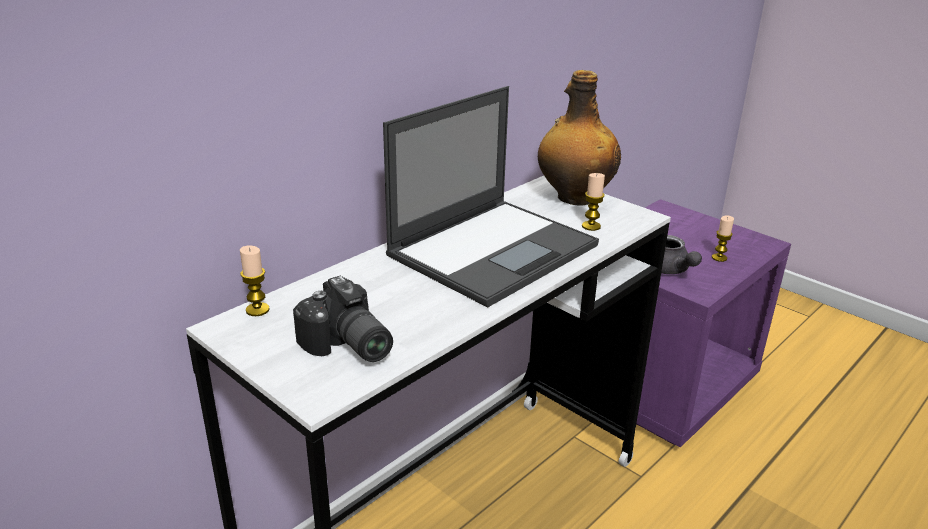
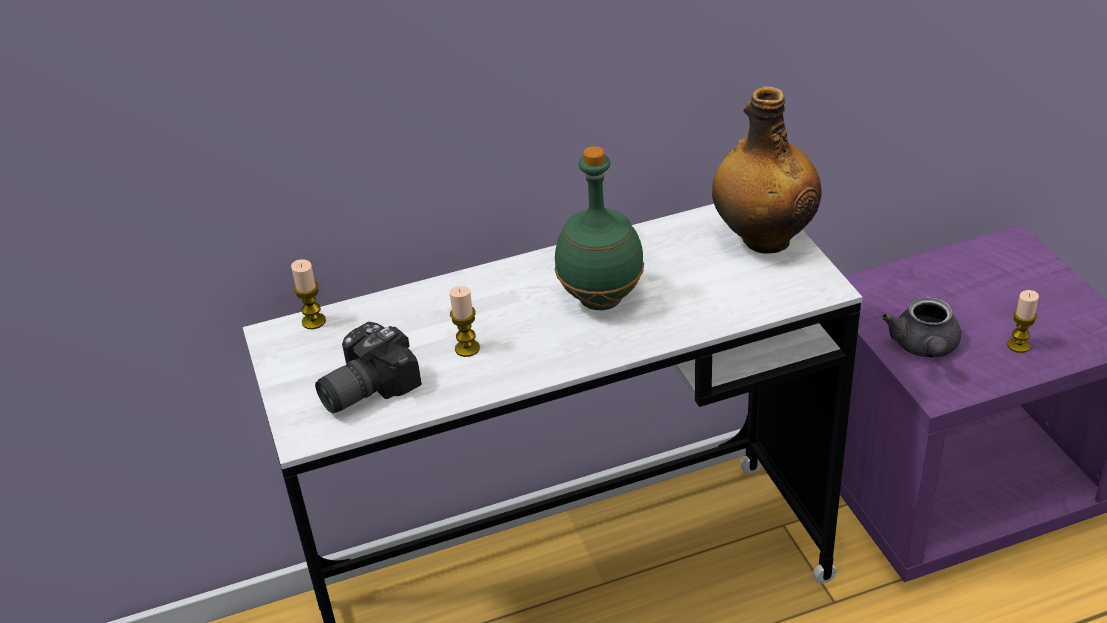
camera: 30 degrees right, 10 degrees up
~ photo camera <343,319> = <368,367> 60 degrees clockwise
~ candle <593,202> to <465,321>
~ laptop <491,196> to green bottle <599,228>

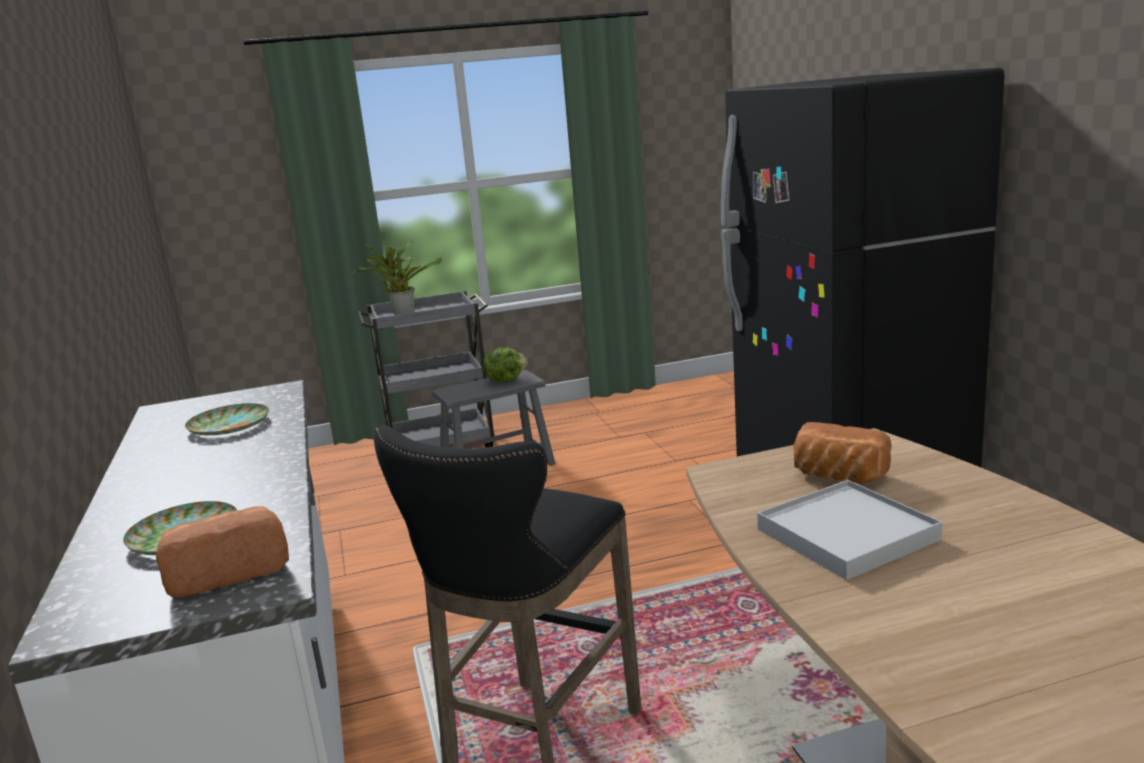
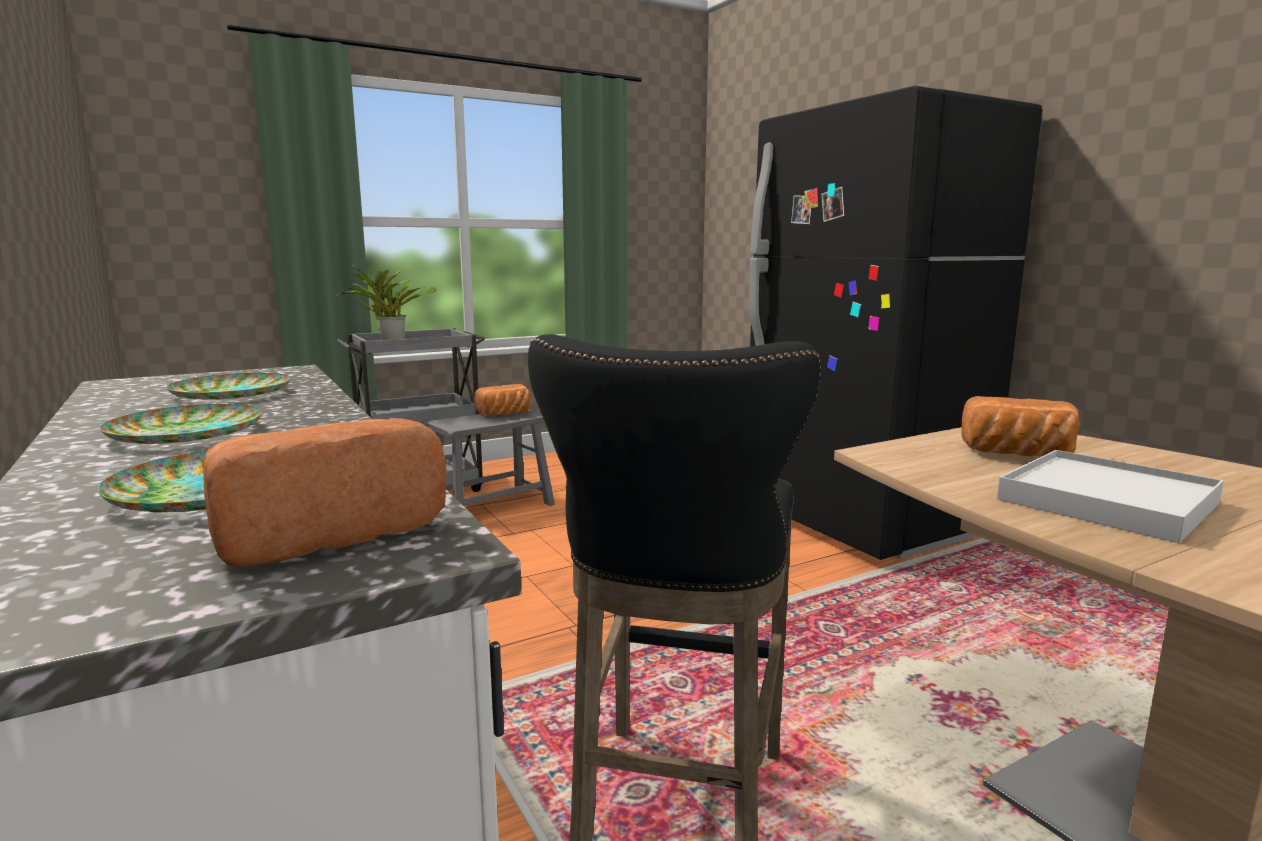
camera: 15 degrees left, 5 degrees down
+ plate <181,424>
~ lettuce <505,364> to bread <502,400>

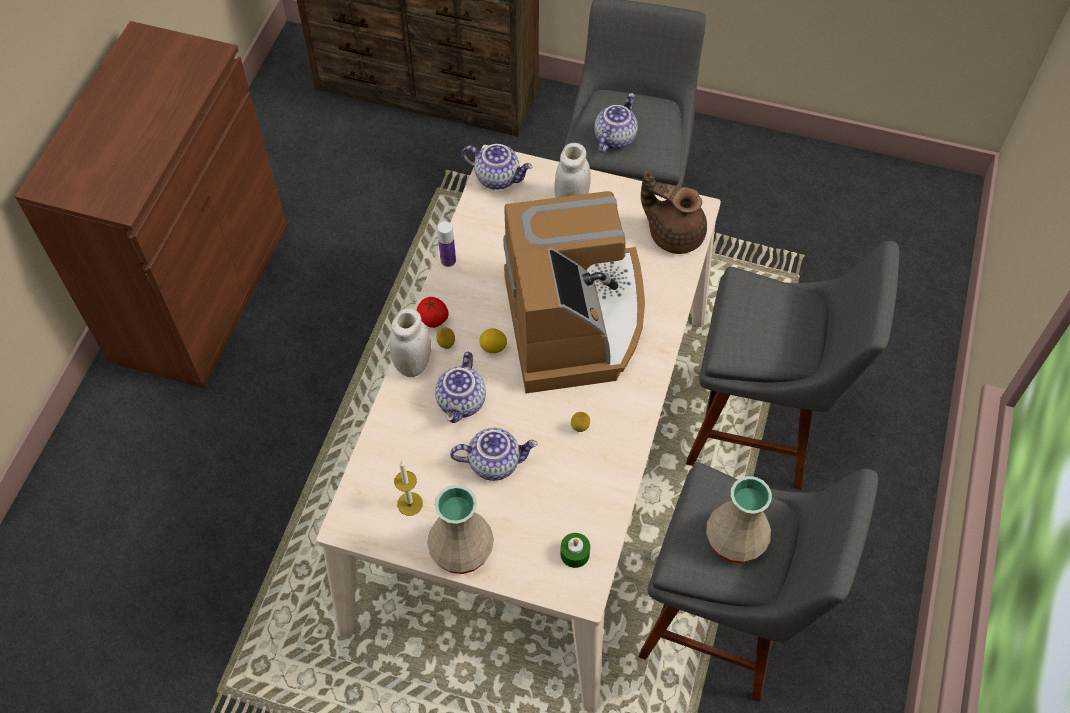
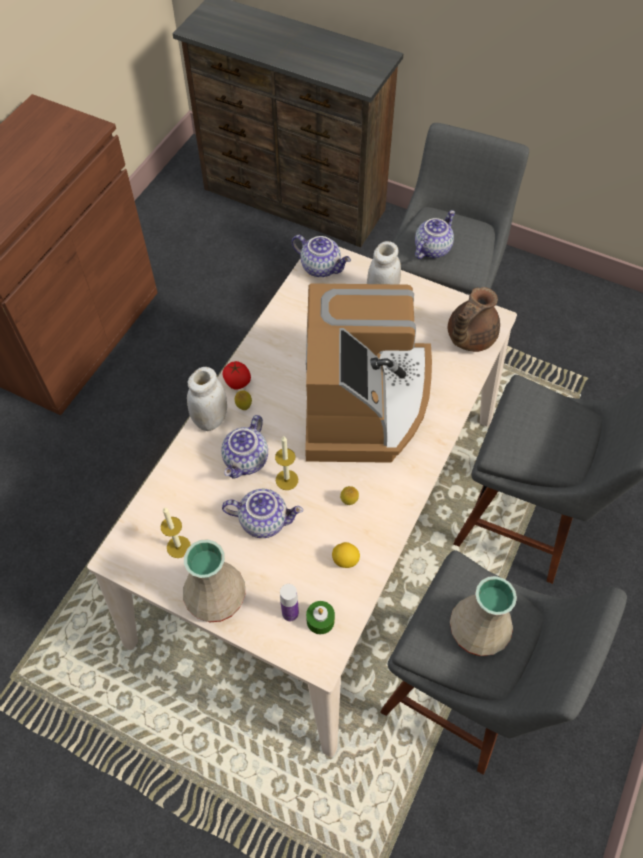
camera: 10 degrees right, 0 degrees up
+ candle <286,463>
~ bottle <446,244> to <289,602>
~ lemon <493,340> to <346,555>
~ brown teapot <674,212> = <474,319> 90 degrees counterclockwise

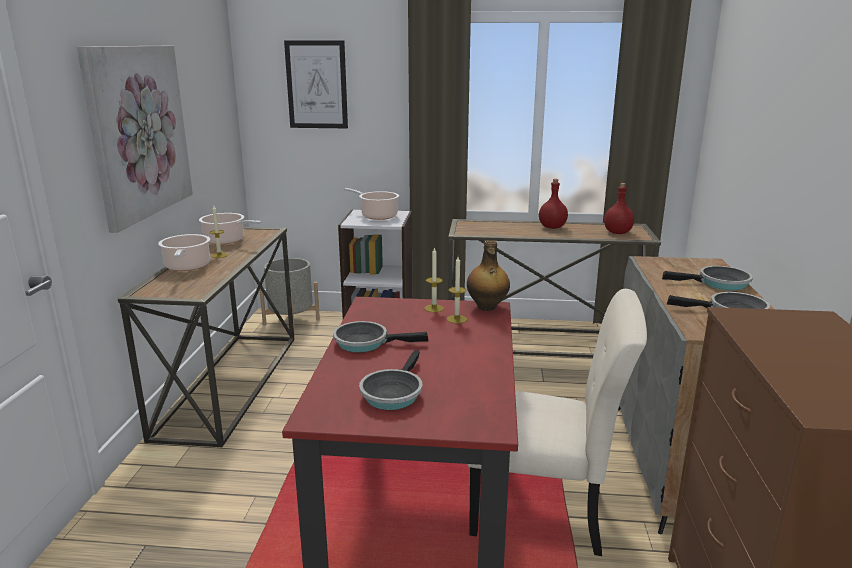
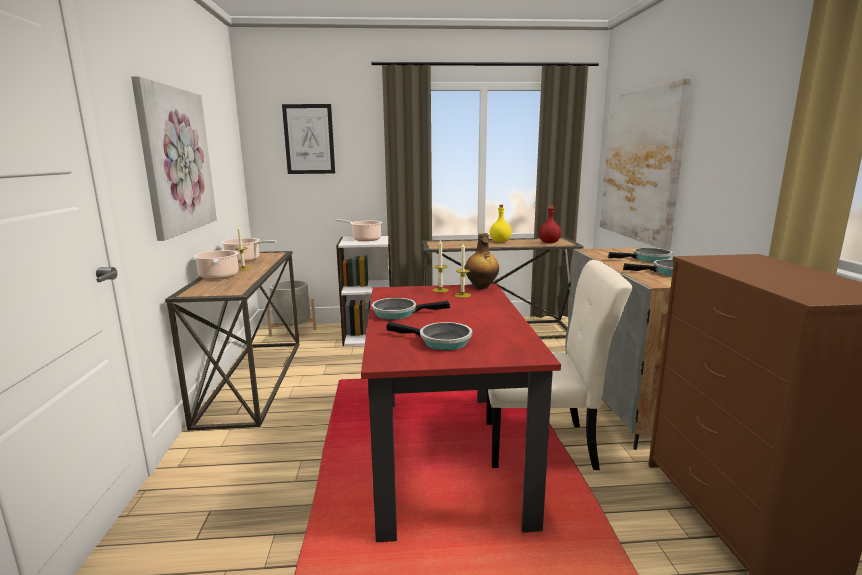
camera: 10 degrees left, 5 degrees down
~ frying pan <390,380> = <429,336> 75 degrees counterclockwise
~ red bottle <553,204> to yellow bottle <501,223>
+ picture <646,164>

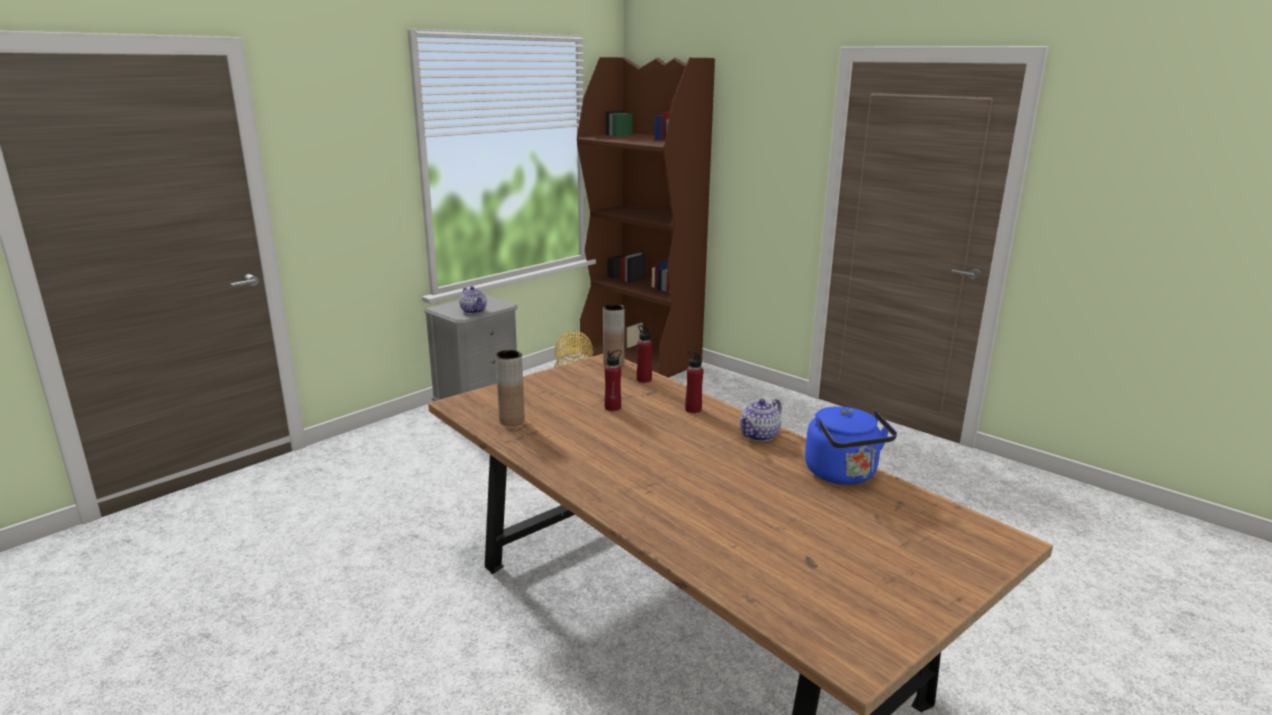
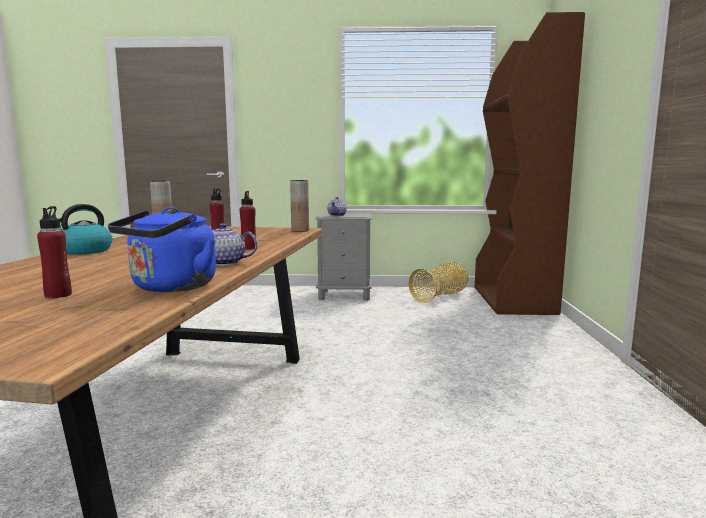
camera: 50 degrees right, 10 degrees down
~ red bottle <645,354> to <54,252>
+ kettle <86,229>

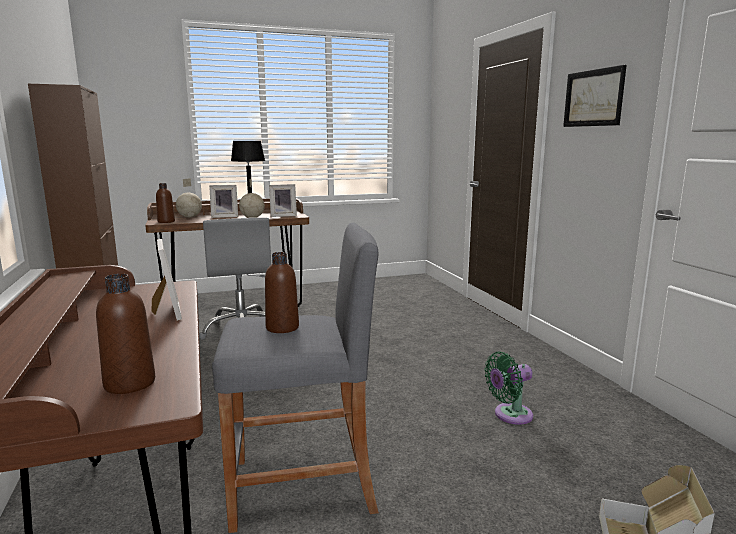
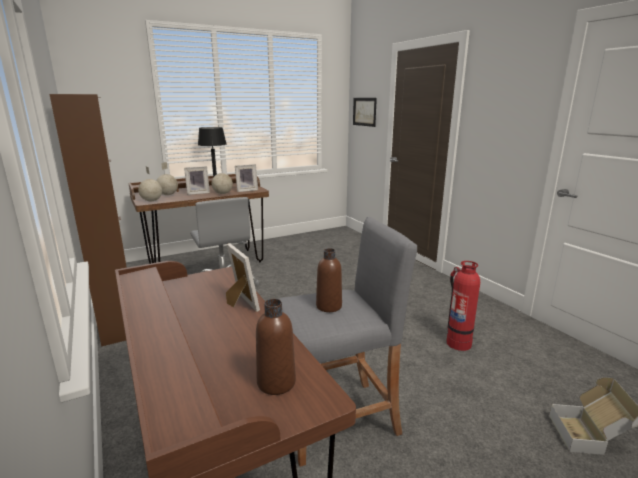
camera: 10 degrees left, 5 degrees up
~ brown bottle <165,203> to globe <150,183>
~ picture <595,96> to <365,112>
~ green fan <509,388> to fire extinguisher <463,306>

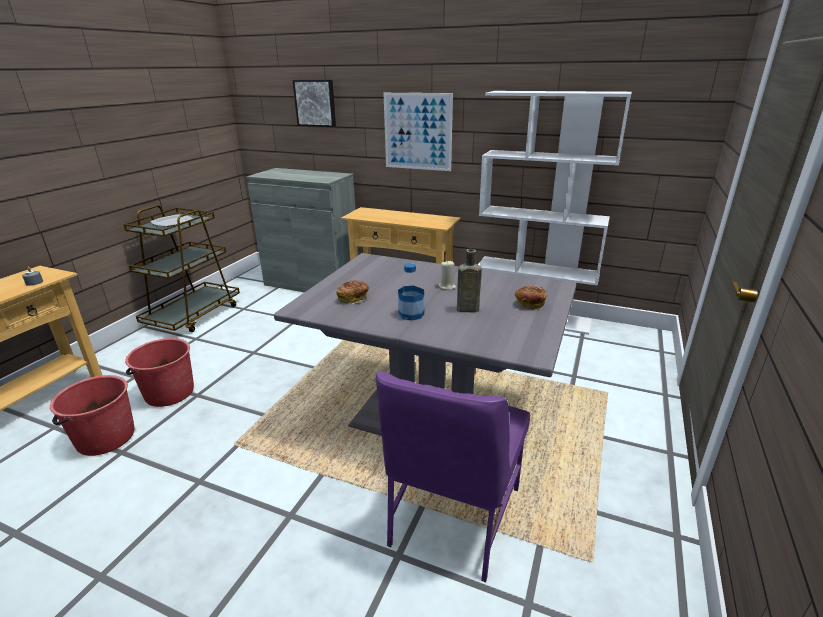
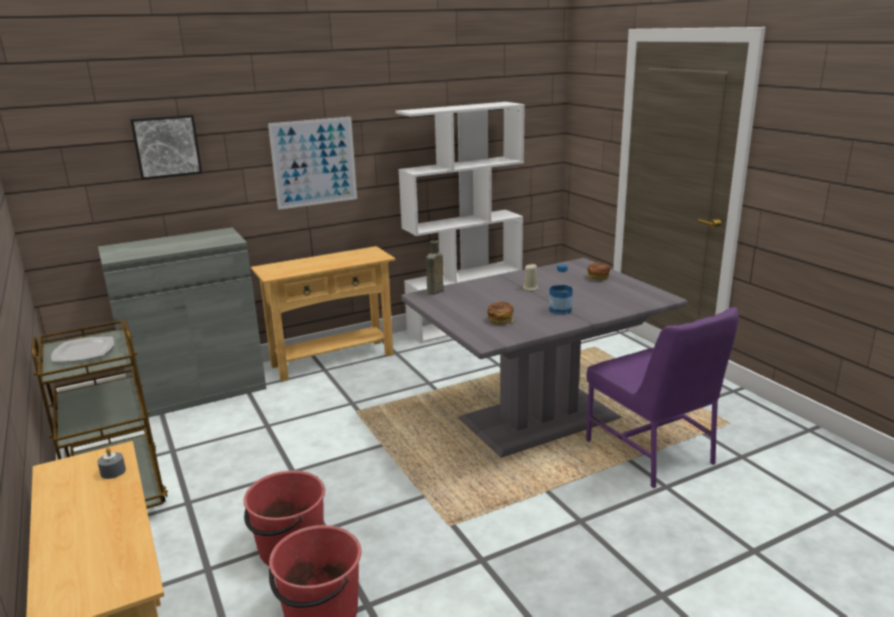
camera: 50 degrees left, 5 degrees down
~ brown bottle <469,280> to <434,267>

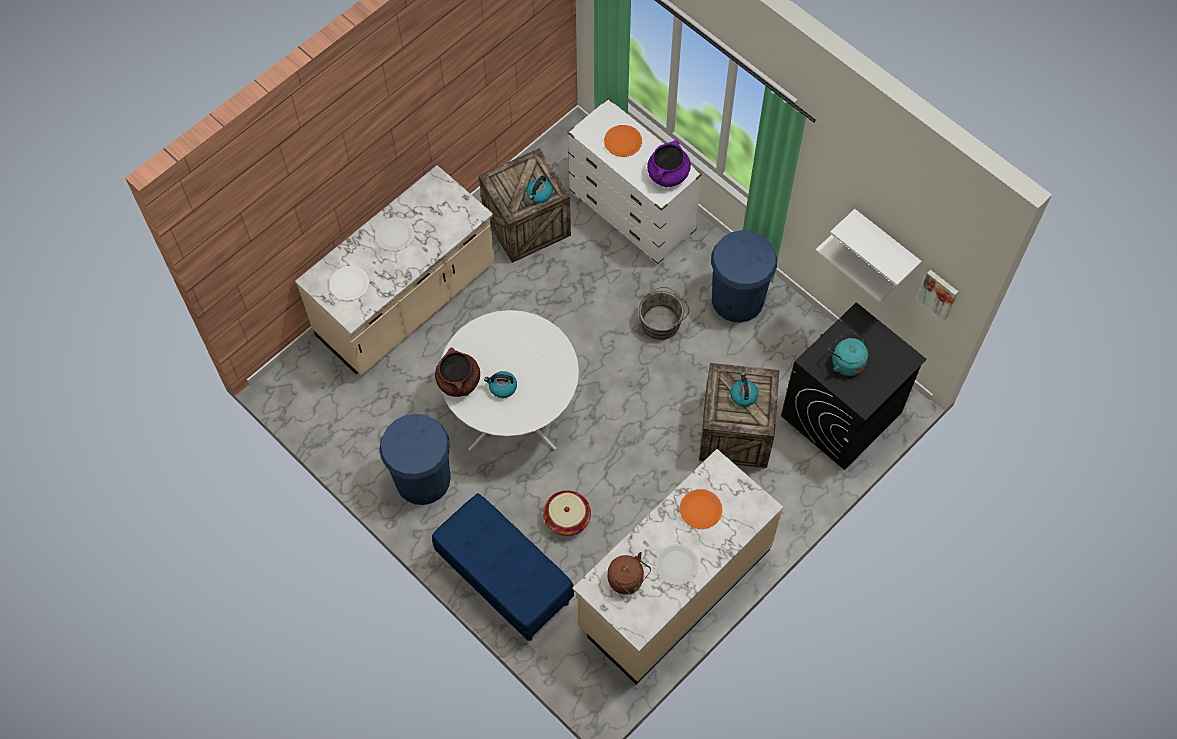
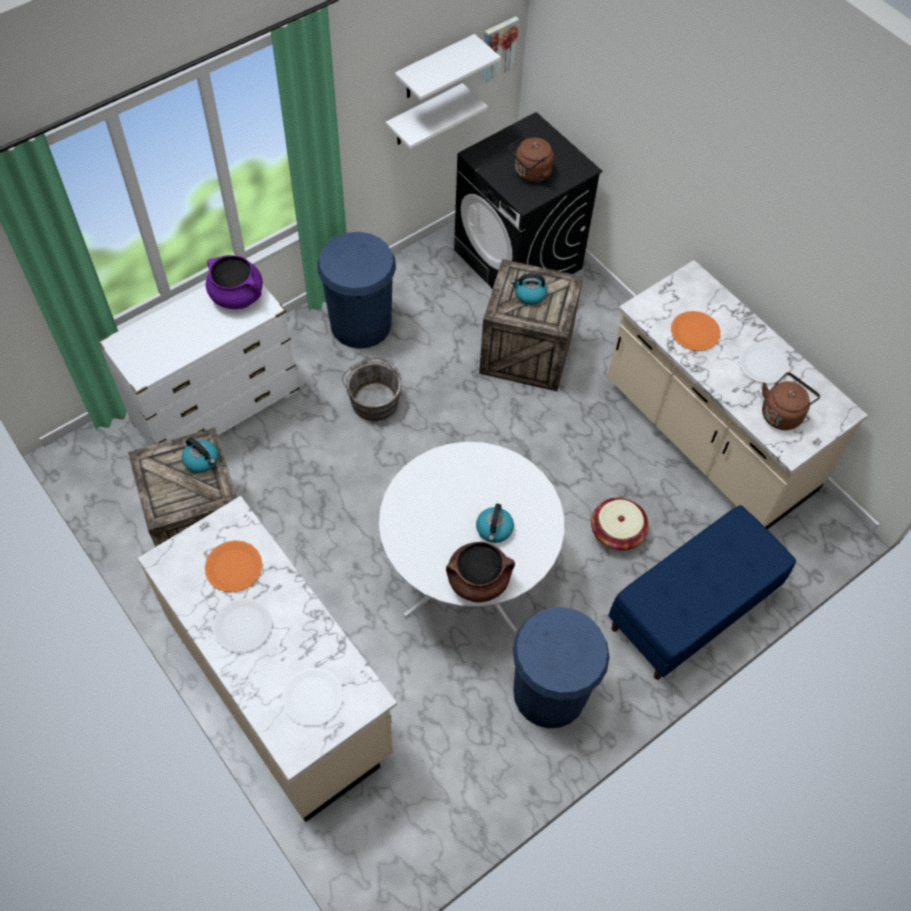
camera: 85 degrees left, 5 degrees down
~ orange plate <623,141> to <233,566>
~ turquoise kettle <848,353> to brown kettle <531,159>

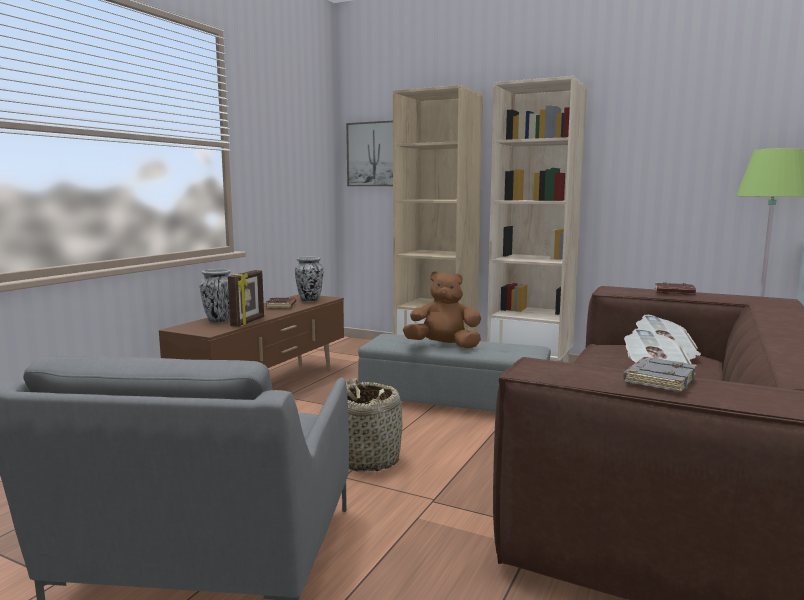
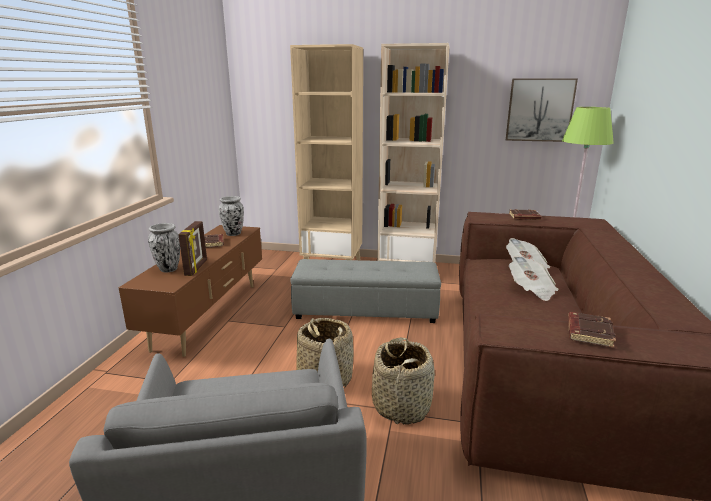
camera: 15 degrees left, 10 degrees up
+ basket <403,380>
~ picture <369,153> to <542,110>
~ grey book <660,374> to brown book <592,330>
- brown plush toy <442,310>

